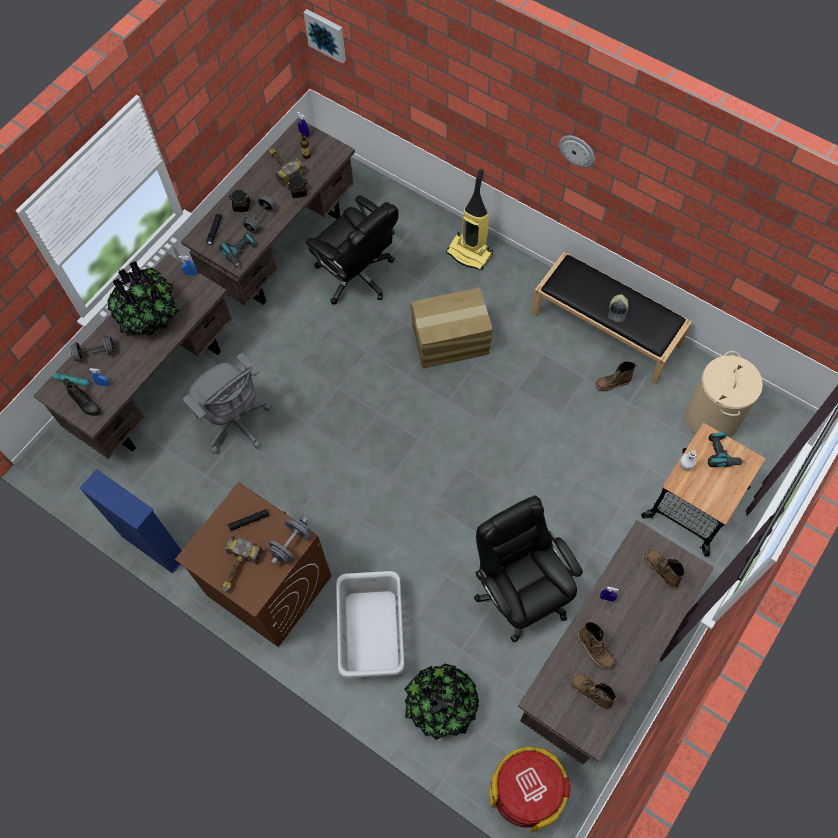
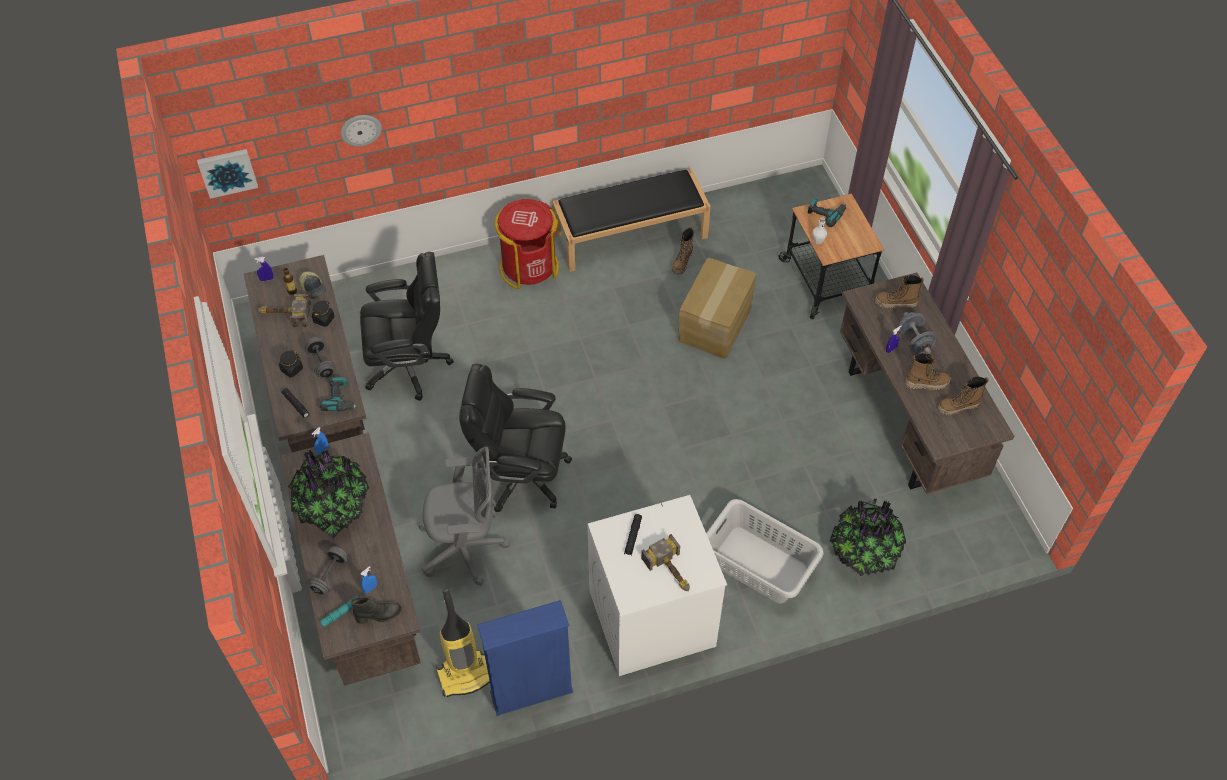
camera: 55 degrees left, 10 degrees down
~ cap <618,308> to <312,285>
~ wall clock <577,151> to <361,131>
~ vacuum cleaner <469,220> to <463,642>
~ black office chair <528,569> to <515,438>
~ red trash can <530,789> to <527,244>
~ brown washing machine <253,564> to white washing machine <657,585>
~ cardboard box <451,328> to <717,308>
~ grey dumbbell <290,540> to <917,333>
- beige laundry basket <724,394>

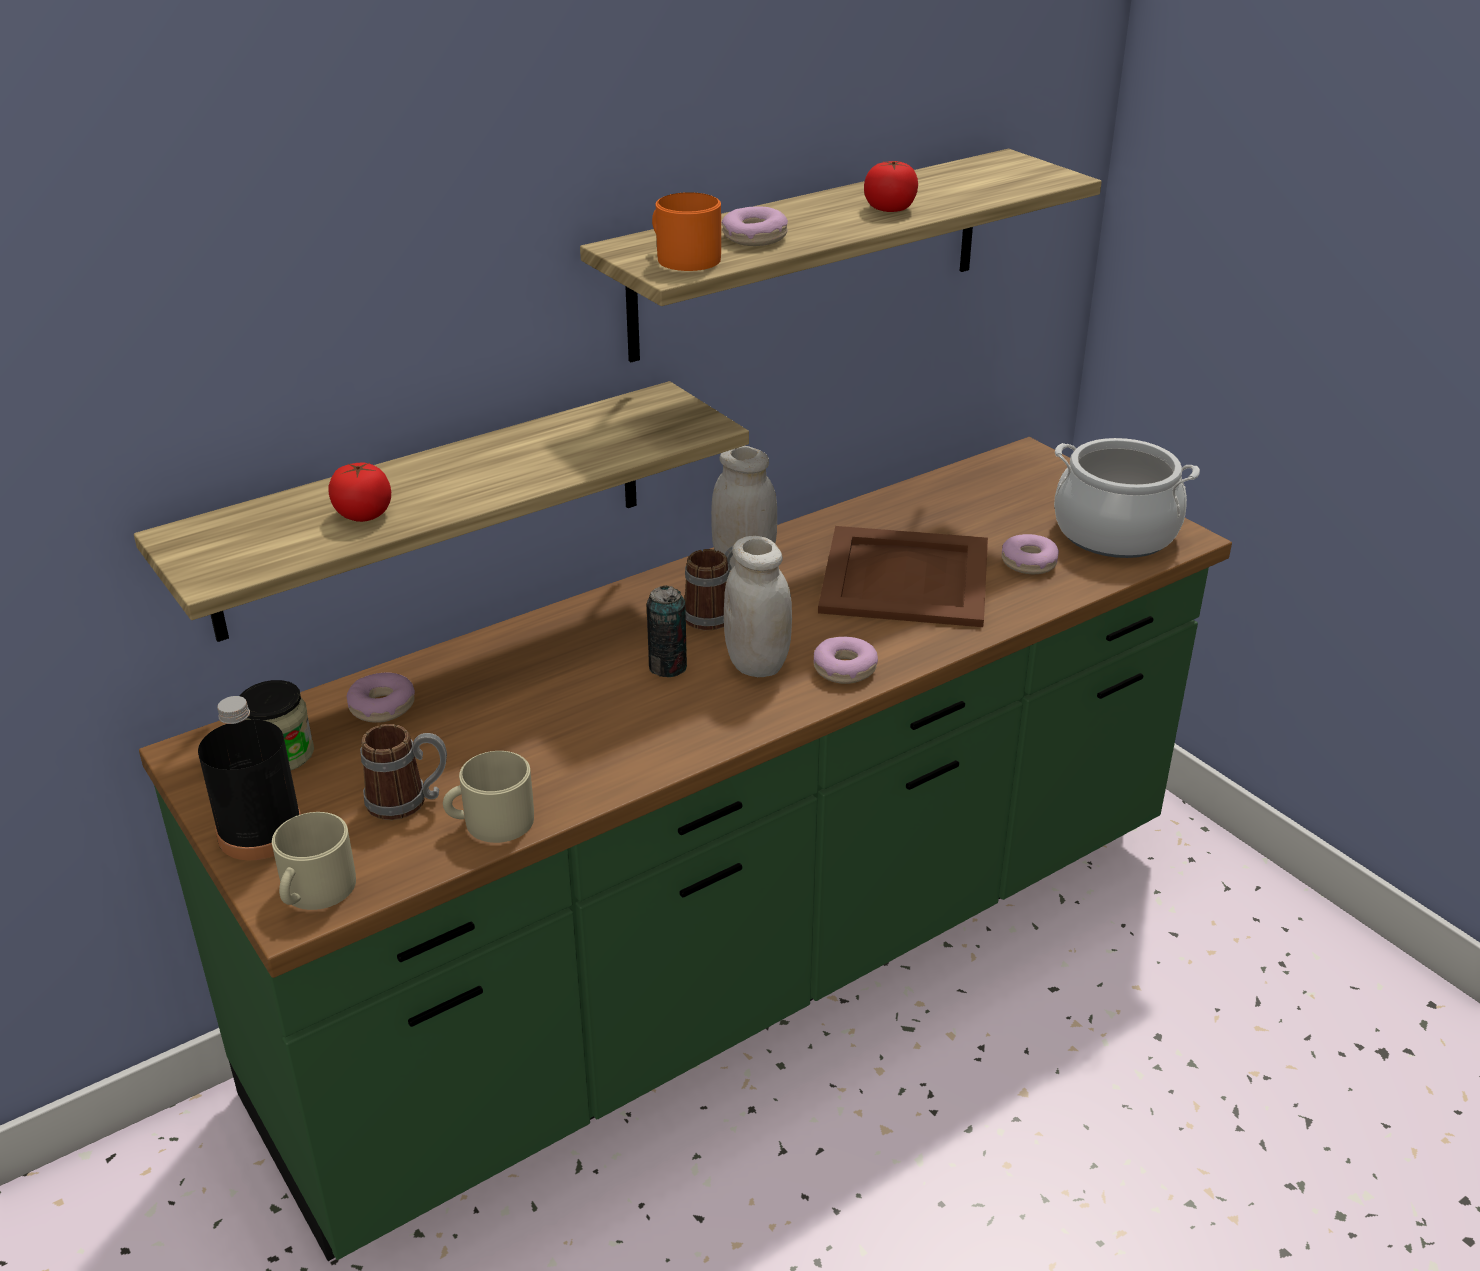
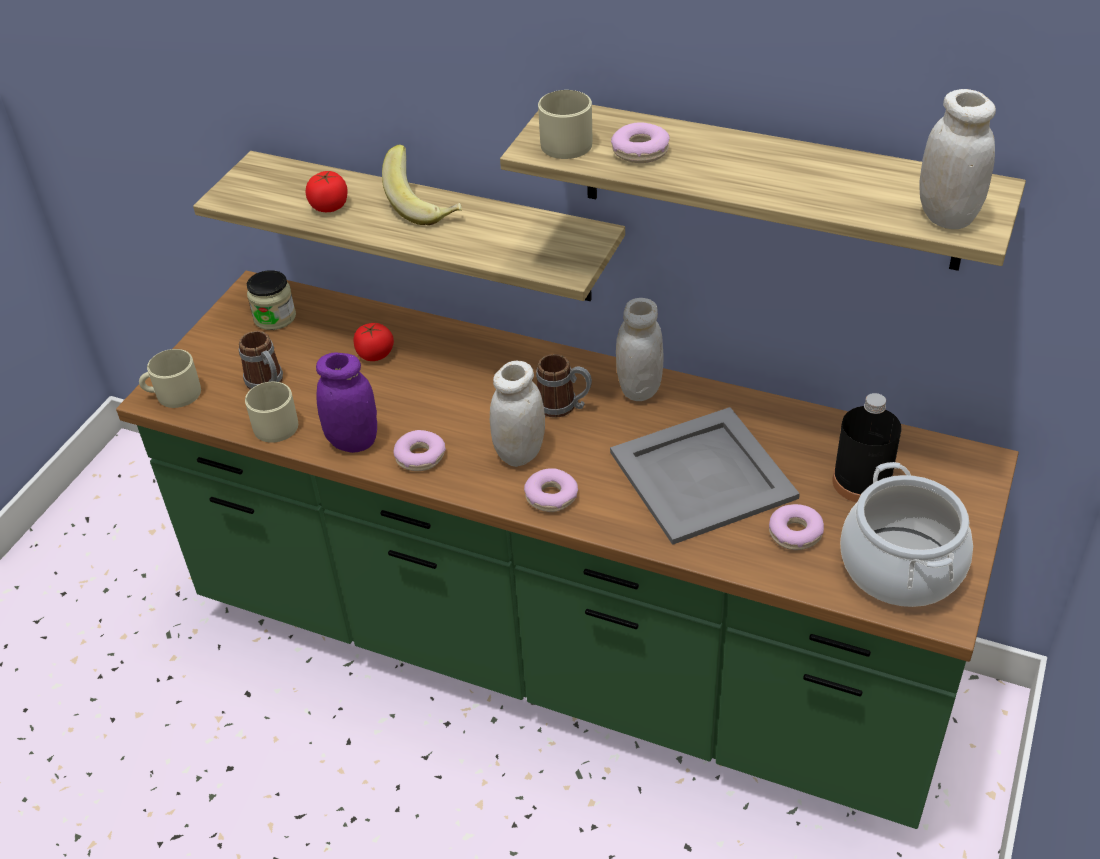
camera: 60 degrees right, 10 degrees up
+ purple jar <346,402>
~ tomato <891,186> to <373,342>
+ banana <422,184>
~ donut <381,698> to <419,450>
~ orange mug <686,231> to beige mug <565,124>
~ brown tray <903,576> to grey tray <705,476>
~ black bottle <249,778> to <866,447>
+ white jar <957,159>
- can <667,631>

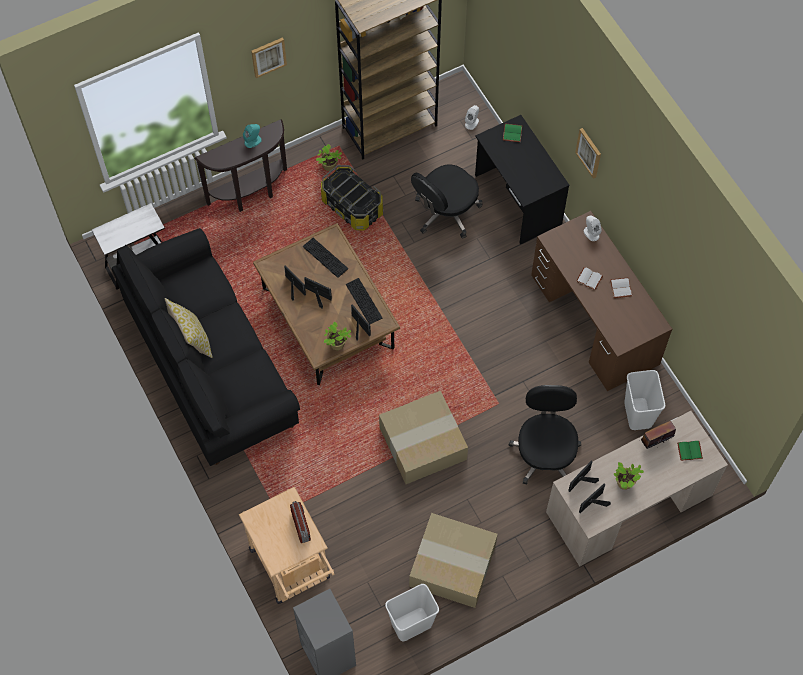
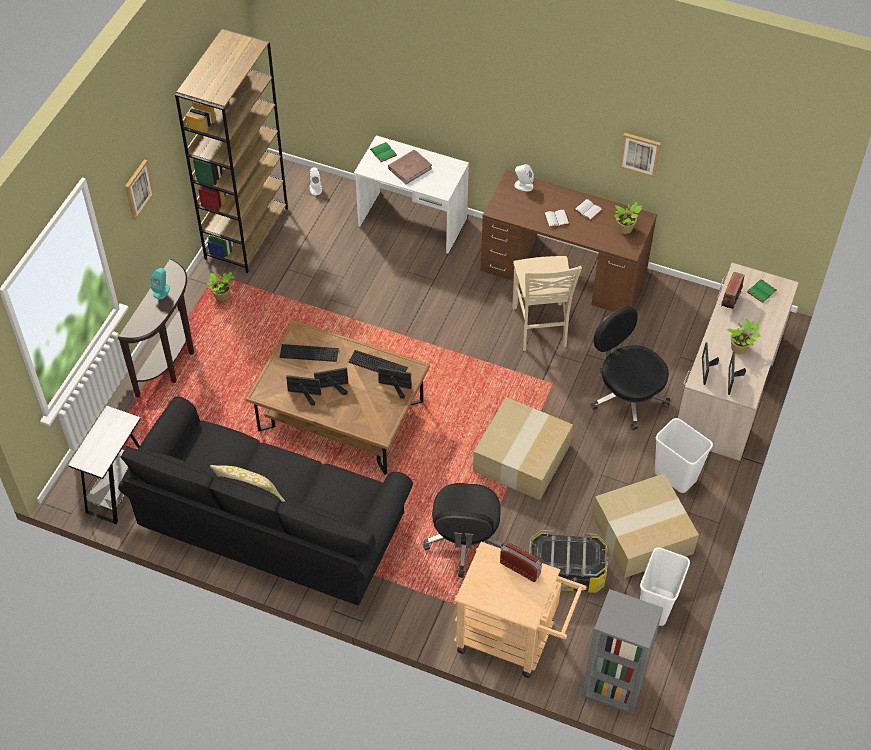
camera: 40 degrees left, 10 degrees down
~ black desk <522,179> to white desk <411,194>
+ brown book <410,167>
~ black office chair <447,201> to <464,530>
+ beige chair <547,303>
~ storage box <352,198> to <568,561>
~ potted plant <337,336> to <628,218>
~ picture <588,153> to <640,155>
~ white trash can <644,400> to <684,455>

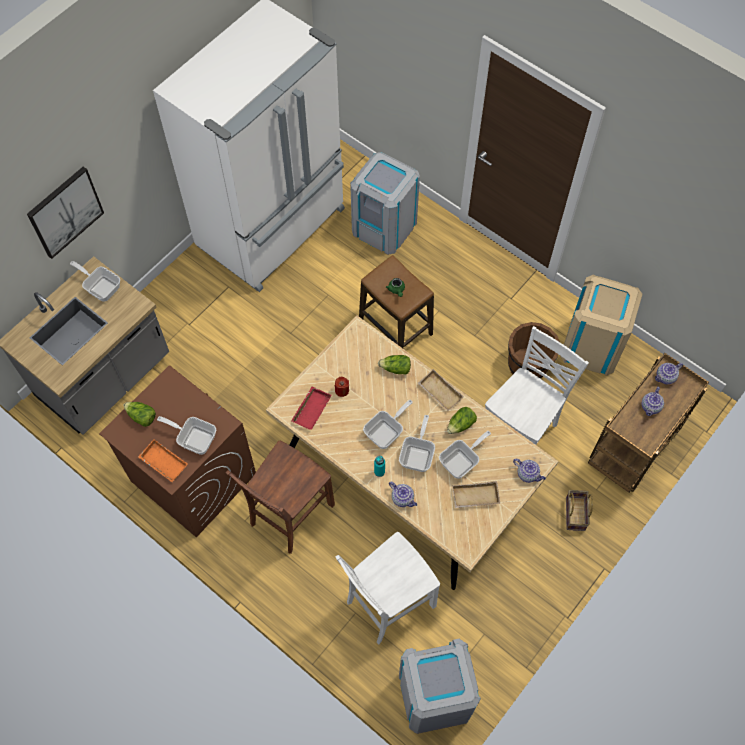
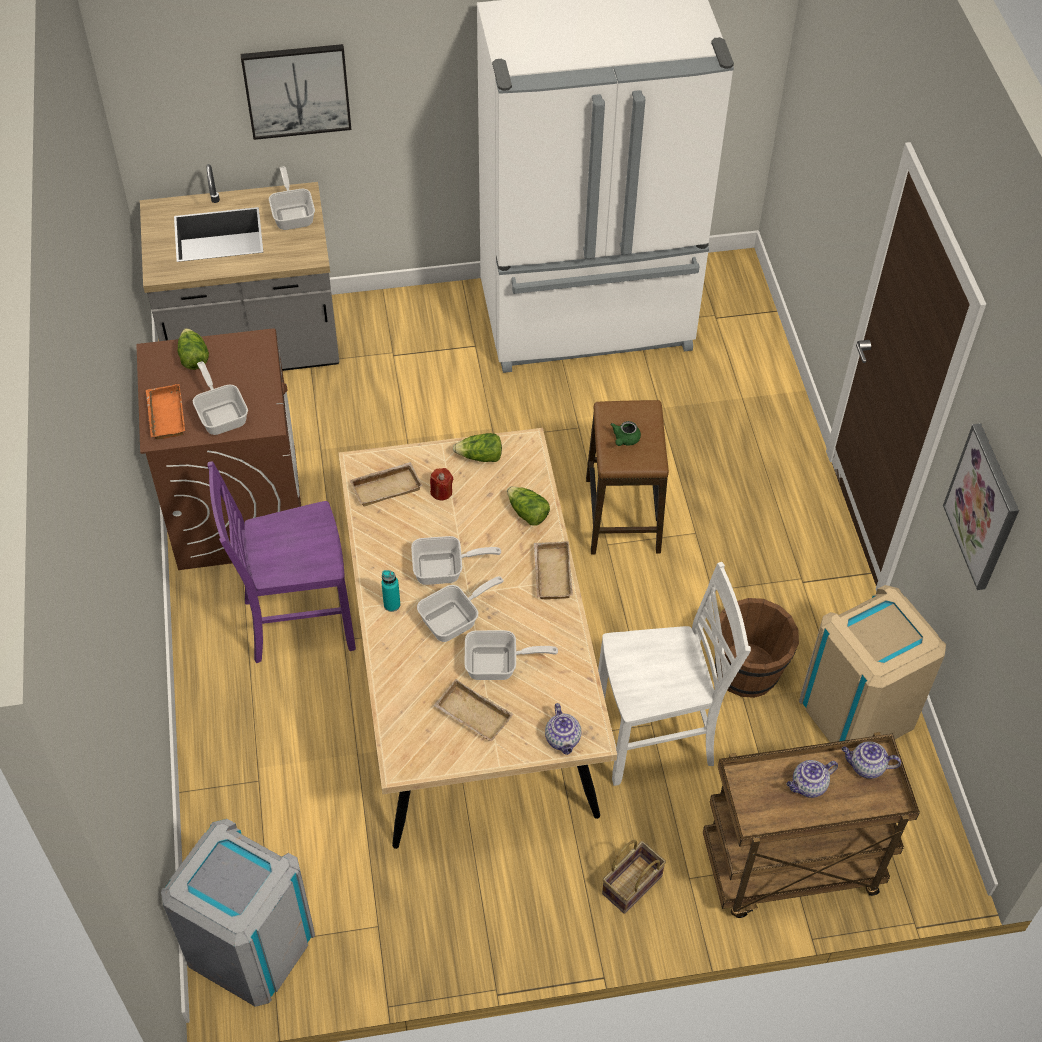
camera: 40 degrees right, 10 degrees down
~ brown chair <280,497> to purple chair <281,562>
~ red tray <311,408> to beige tray <386,484>
~ lettuce <462,420> to <477,447>
+ picture <981,506>
- white chair <388,588>
- grey trash can <385,203>
- teapot <403,494>

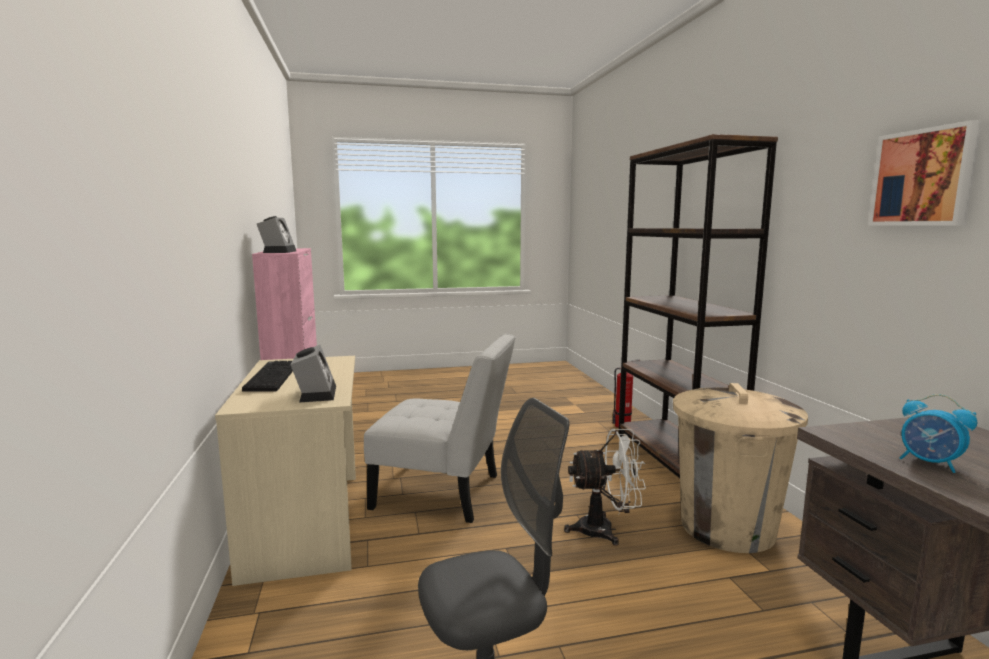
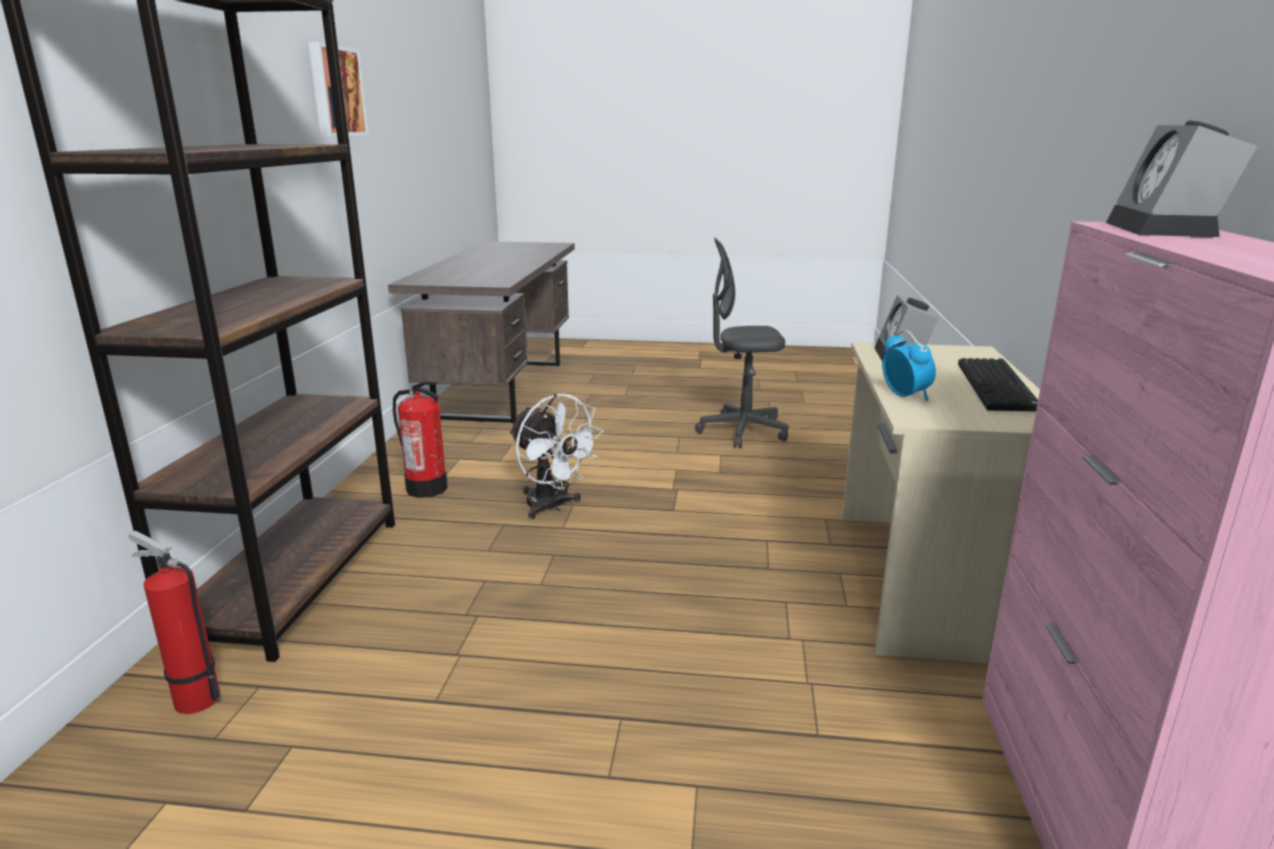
camera: 160 degrees left, 10 degrees up
~ beige trash can <740,468> to fire extinguisher <420,439>
~ white fan <605,487> = <556,456> 150 degrees counterclockwise
~ alarm clock <938,433> to <909,365>
- white chair <440,428>

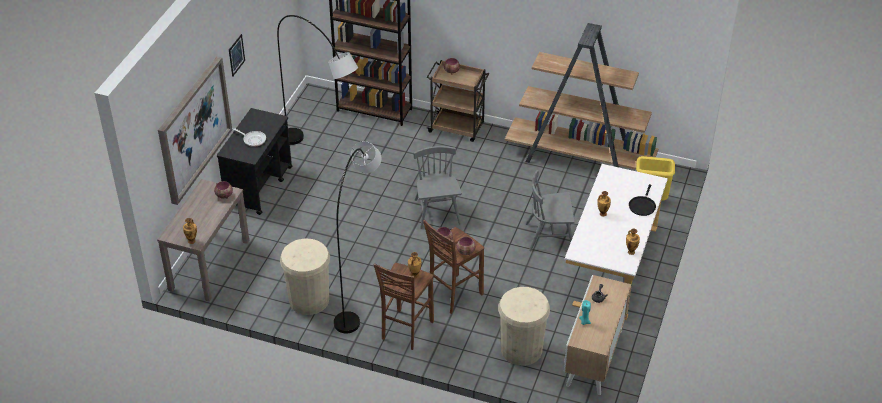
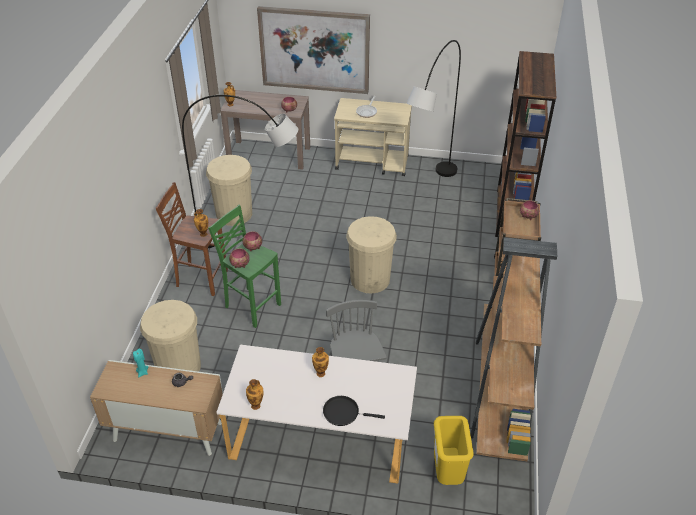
camera: 80 degrees right, 0 degrees up
~ brown stool <453,267> to green stool <244,266>
~ black cart <254,161> to beige cart <373,137>
~ grey chair <438,187> to beige trash can <371,255>
- picture <237,55>

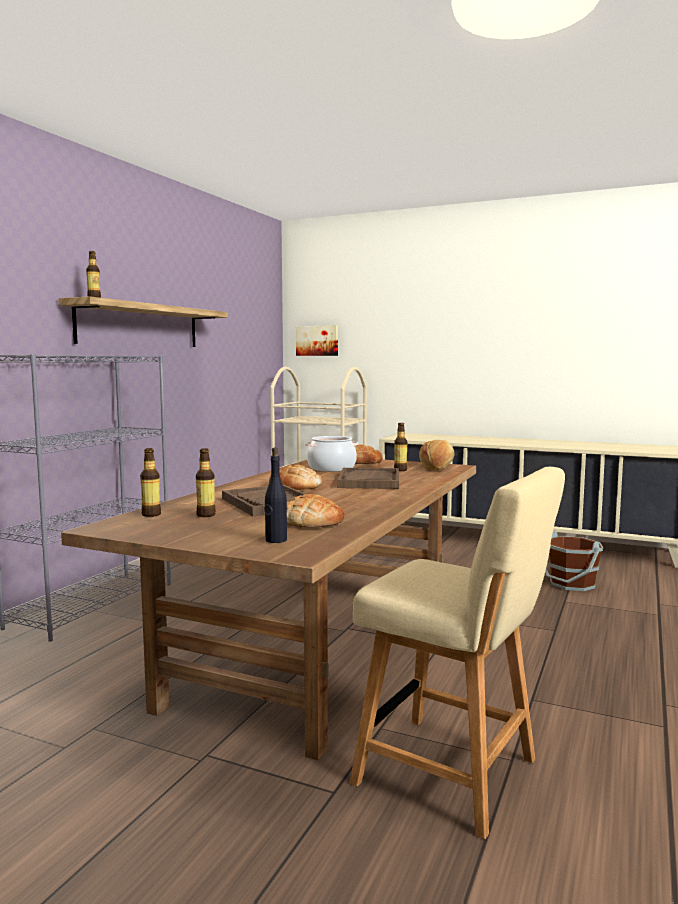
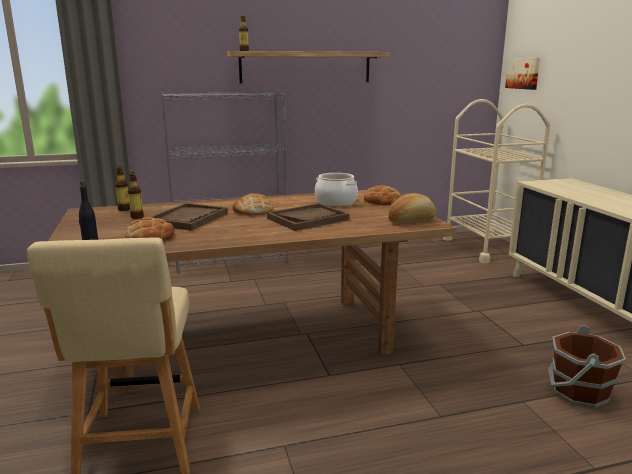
camera: 50 degrees right, 10 degrees up
- bottle <400,447>

